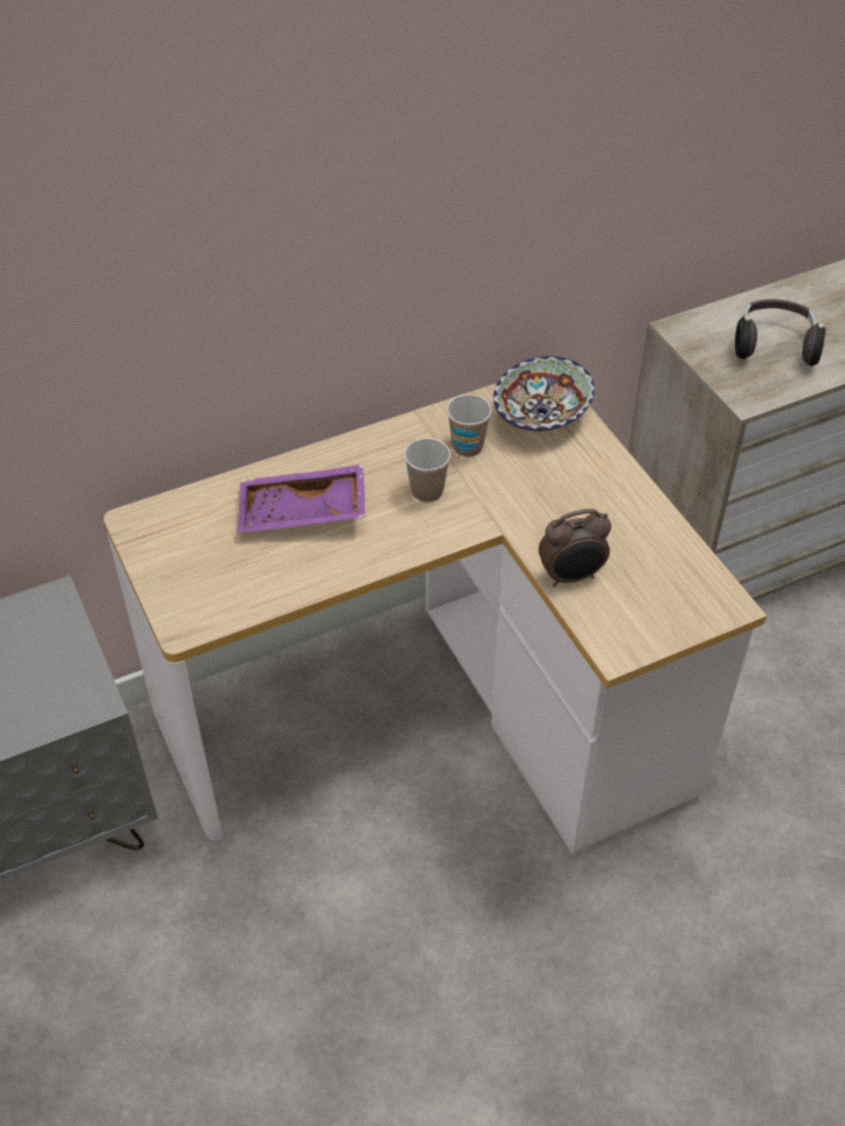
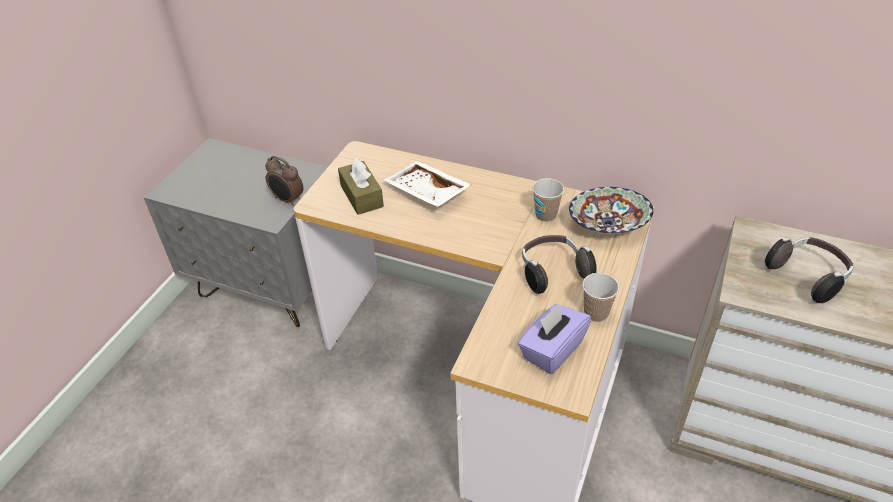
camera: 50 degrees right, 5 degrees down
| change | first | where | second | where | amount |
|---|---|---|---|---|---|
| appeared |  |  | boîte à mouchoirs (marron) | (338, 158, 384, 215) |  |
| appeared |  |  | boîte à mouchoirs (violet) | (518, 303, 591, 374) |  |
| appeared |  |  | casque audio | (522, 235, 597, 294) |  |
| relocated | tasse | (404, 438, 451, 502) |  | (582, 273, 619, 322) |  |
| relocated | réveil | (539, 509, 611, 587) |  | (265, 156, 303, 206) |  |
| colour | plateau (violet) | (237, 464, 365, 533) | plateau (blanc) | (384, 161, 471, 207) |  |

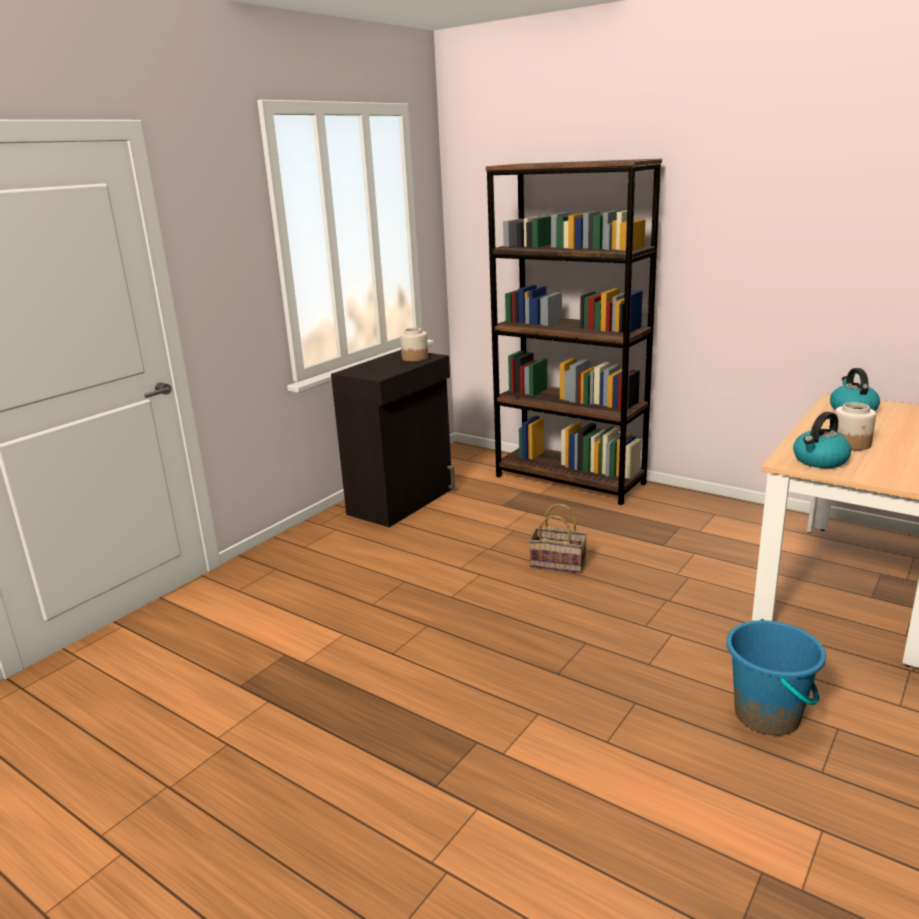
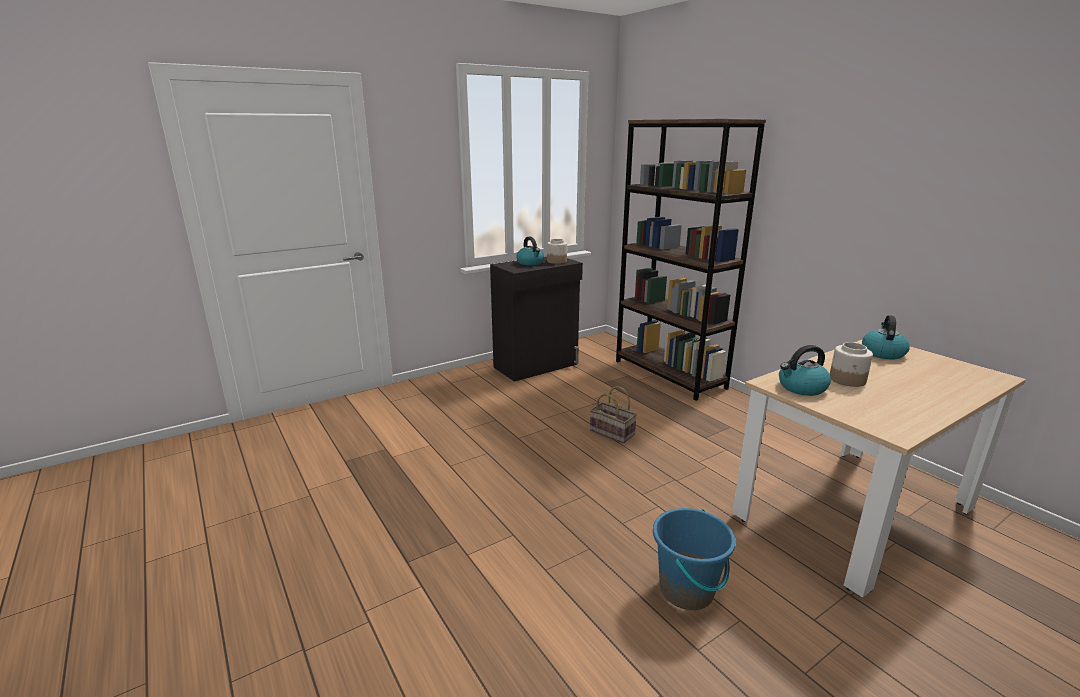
camera: 20 degrees right, 0 degrees up
| change | first | where | second | where | amount |
|---|---|---|---|---|---|
| appeared |  |  | bouilloire | (516, 237, 544, 266) |  |

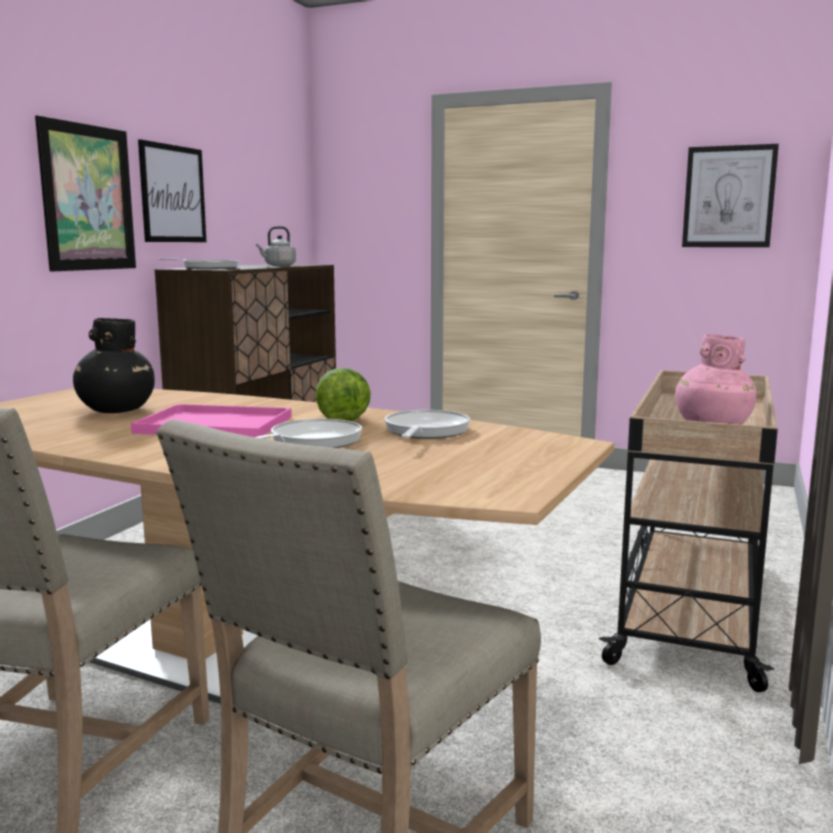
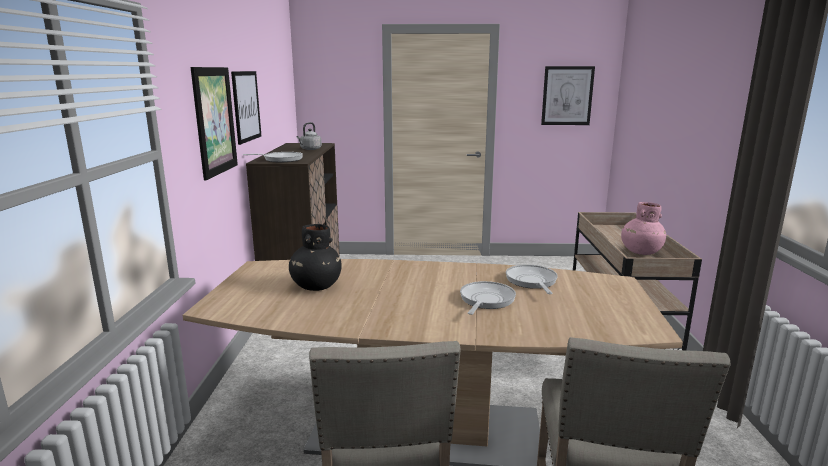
camera: 20 degrees left, 5 degrees up
| change | first | where | second | where | amount |
|---|---|---|---|---|---|
| missing | plateau (rose) | (131, 404, 292, 437) |  |  |  |
| missing | laitue | (316, 368, 371, 421) |  |  |  |

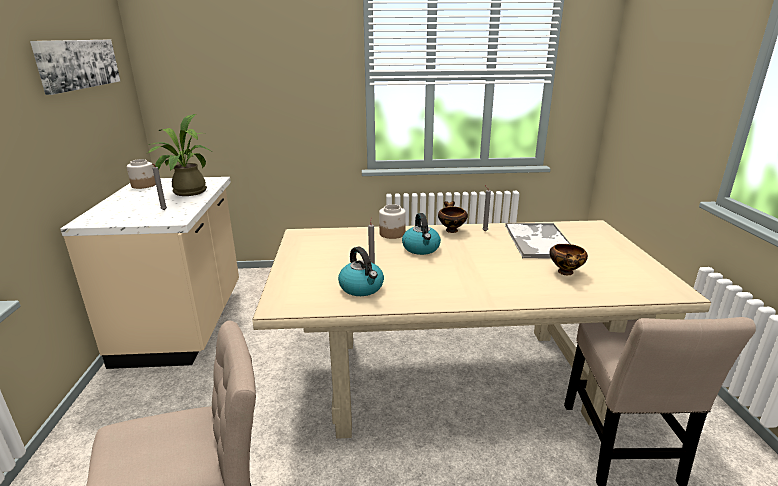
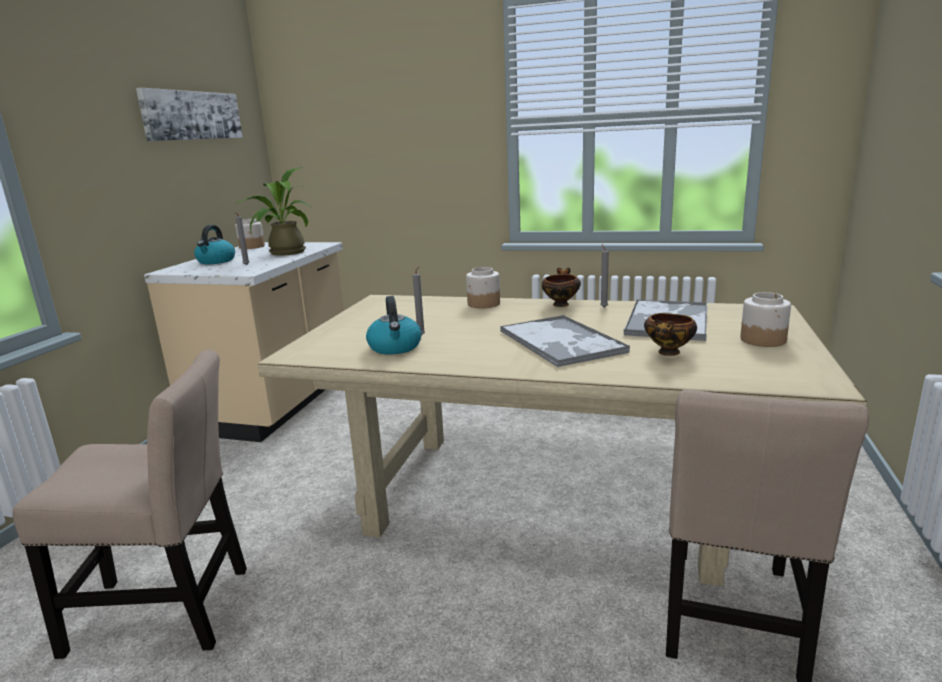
camera: 20 degrees right, 5 degrees down
| change | first | where | second | where | amount |
|---|---|---|---|---|---|
| appeared |  |  | plateau | (500, 315, 630, 367) |  |
| appeared |  |  | bocal | (740, 292, 791, 347) |  |
| relocated | bouilloire | (402, 213, 441, 255) |  | (194, 225, 235, 264) |  |

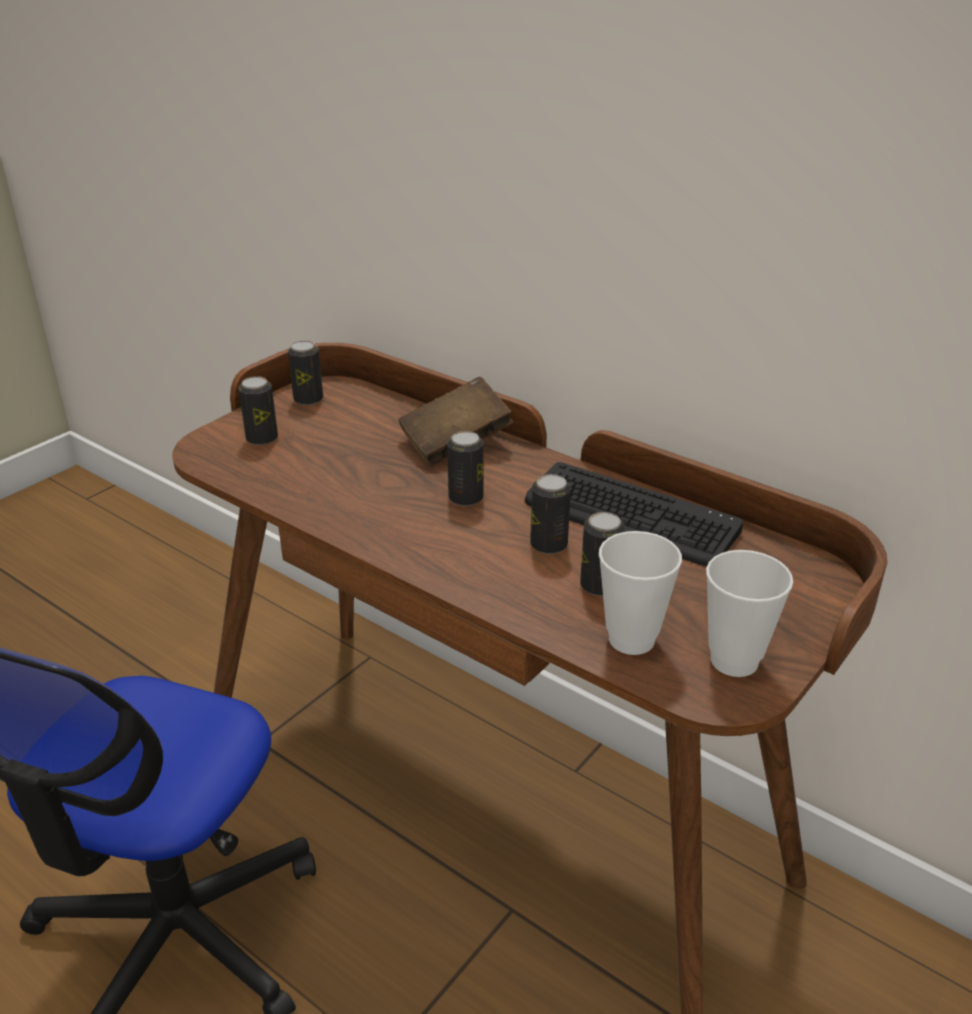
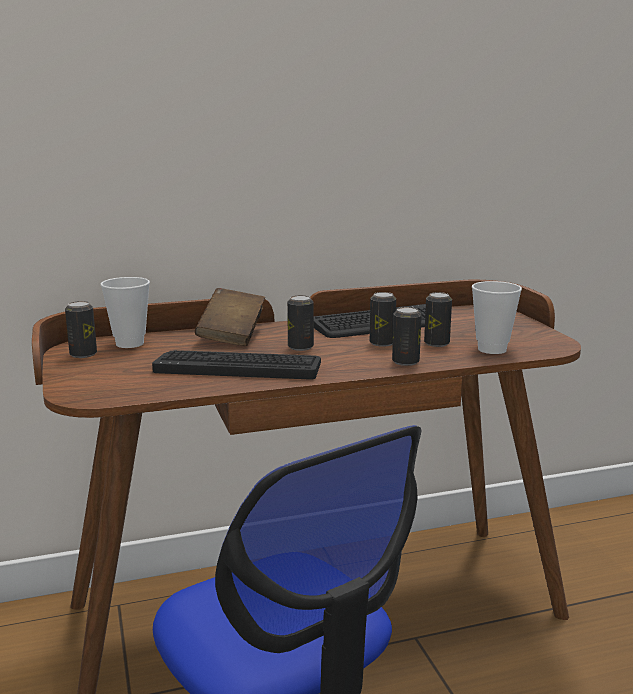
camera: 55 degrees left, 15 degrees down
| change | first | where | second | where | amount |
|---|---|---|---|---|---|
| appeared |  |  | clavier | (152, 350, 321, 379) |  |
| relocated | boîte métallique | (238, 376, 278, 445) |  | (392, 307, 421, 366) |  |
| relocated | tasse | (706, 550, 793, 677) |  | (101, 277, 150, 348) |  |

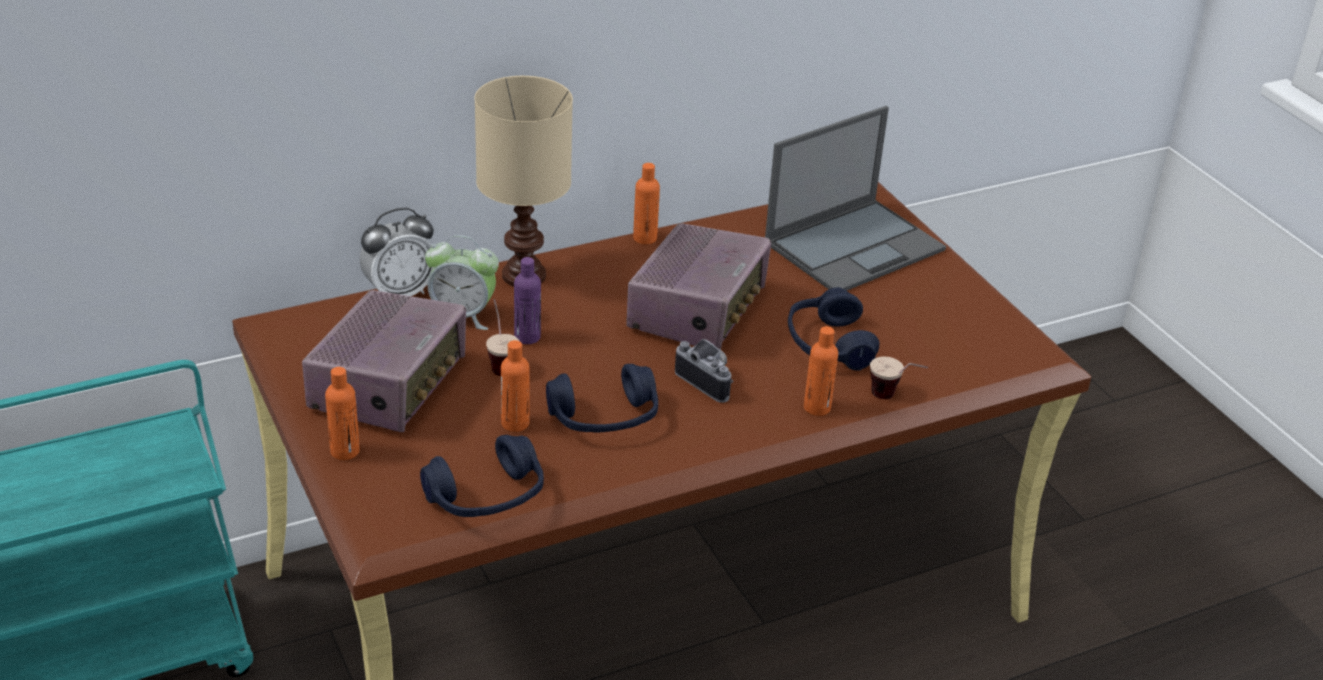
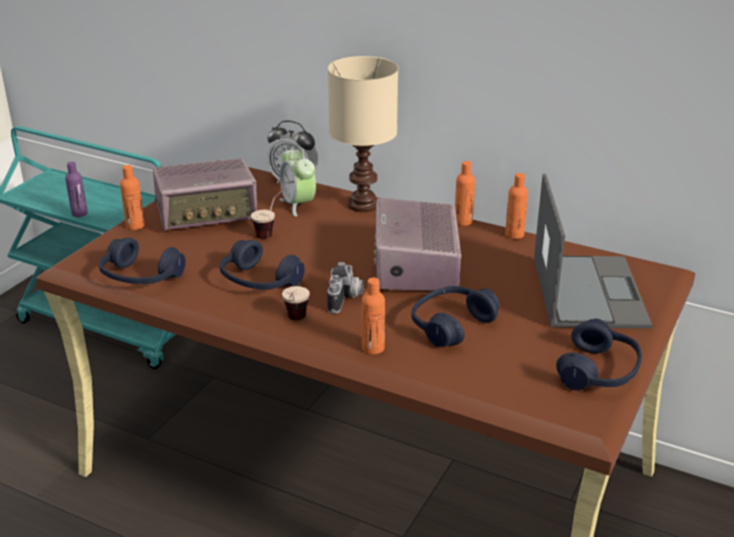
camera: 55 degrees right, 5 degrees down
| change | first | where | second | where | amount |
|---|---|---|---|---|---|
| appeared |  |  | casque audio (bleu) | (556, 318, 642, 390) |  |
| relocated | bouteille (orange) | (501, 340, 529, 432) |  | (505, 173, 528, 239) |  |
| relocated | bouteille (violet) | (514, 257, 541, 344) |  | (65, 162, 88, 217) |  |
| relocated | tasse | (870, 357, 928, 399) |  | (282, 286, 310, 320) |  |
| spun | radio | (626, 223, 771, 350) |  | (374, 198, 462, 291) | 105 degrees clockwise |
| spun | ordinateur portable | (765, 106, 946, 290) |  | (534, 174, 652, 329) | 105 degrees counterclockwise |

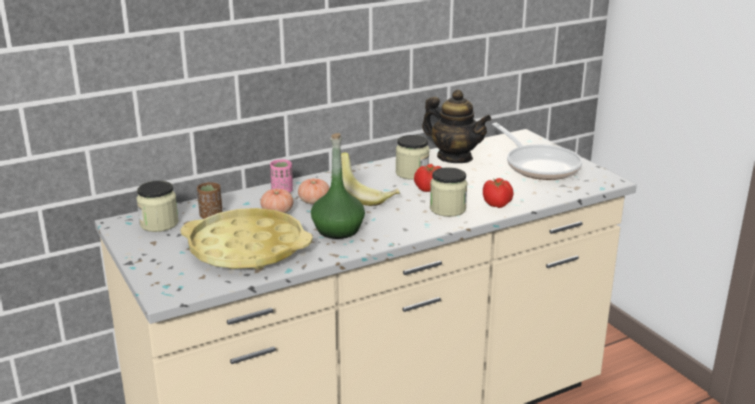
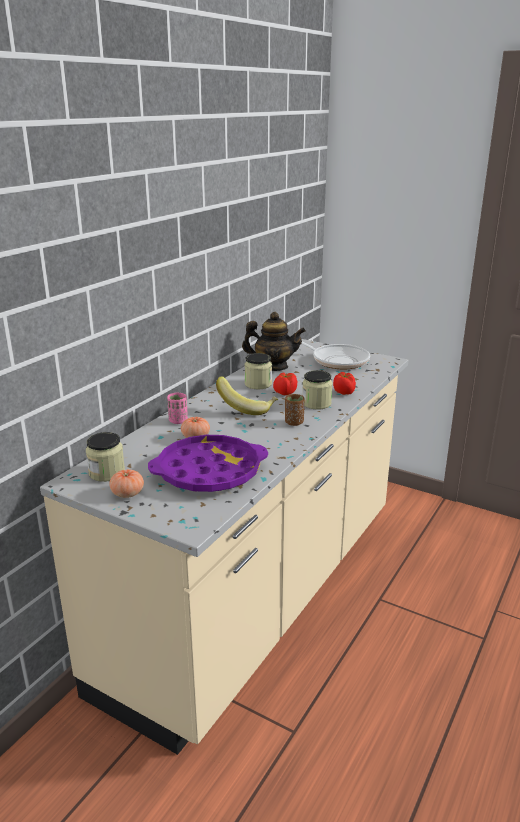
camera: 30 degrees left, 0 degrees up
| change | first | where | second | where | amount |
|---|---|---|---|---|---|
| missing | bouteille (vert) | (311, 133, 365, 239) |  |  |  |
| relocated | tasse (marron) | (197, 182, 222, 219) |  | (285, 394, 305, 426) |  |
| relocated | tomate | (298, 178, 330, 204) |  | (109, 469, 144, 498) |  |
| colour | plateau (jaune) | (180, 208, 313, 269) | plateau (violet) | (148, 435, 268, 492) |  |

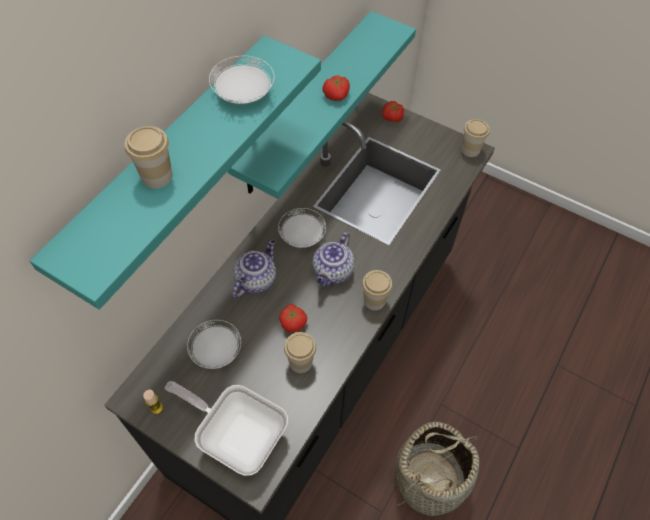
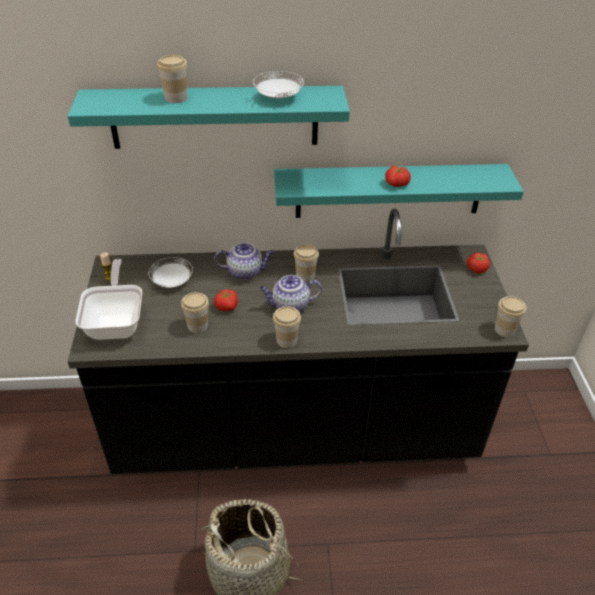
camera: 55 degrees right, 15 degrees down
| change | first | where | second | where | amount |
|---|---|---|---|---|---|
| exchanged | assiette (blanc) | (278, 208, 326, 248) | tasse | (293, 244, 319, 282) |  |

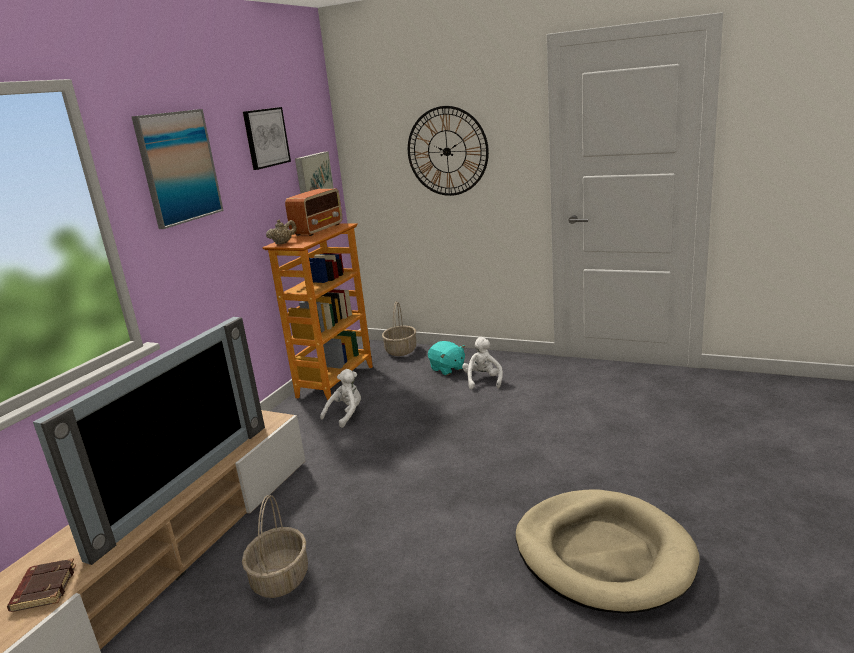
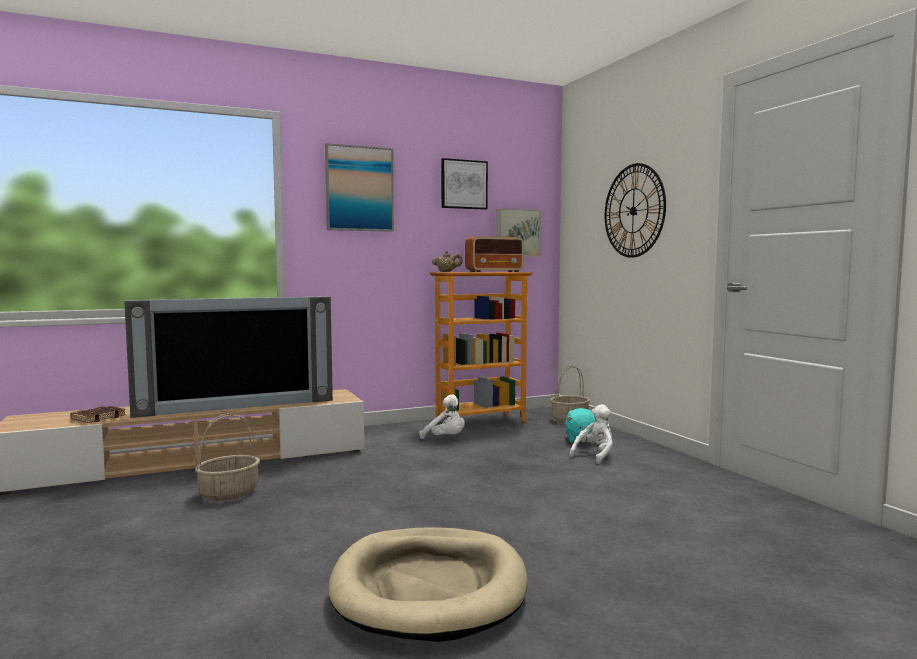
camera: 40 degrees right, 15 degrees down
| change | first | where | second | where | amount |
|---|---|---|---|---|---|
| spun | peluche (blanc) | (320, 369, 361, 428) |  | (419, 394, 465, 439) | 45 degrees clockwise |

